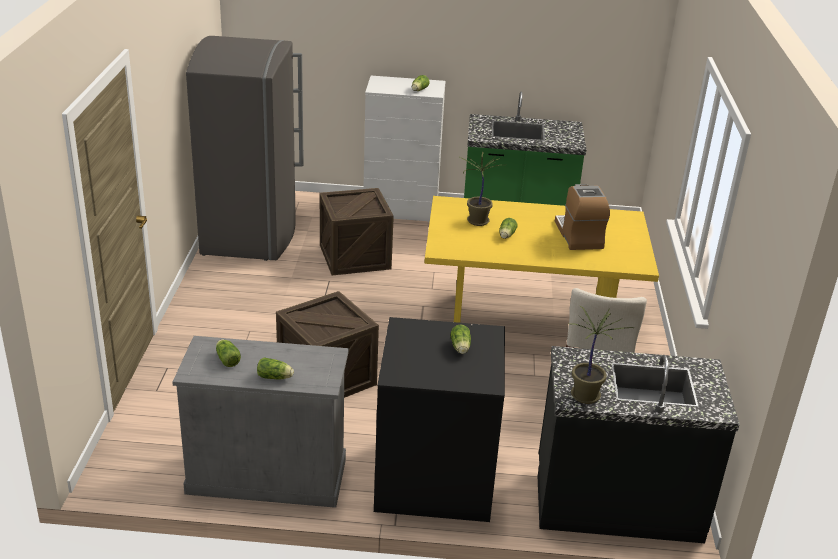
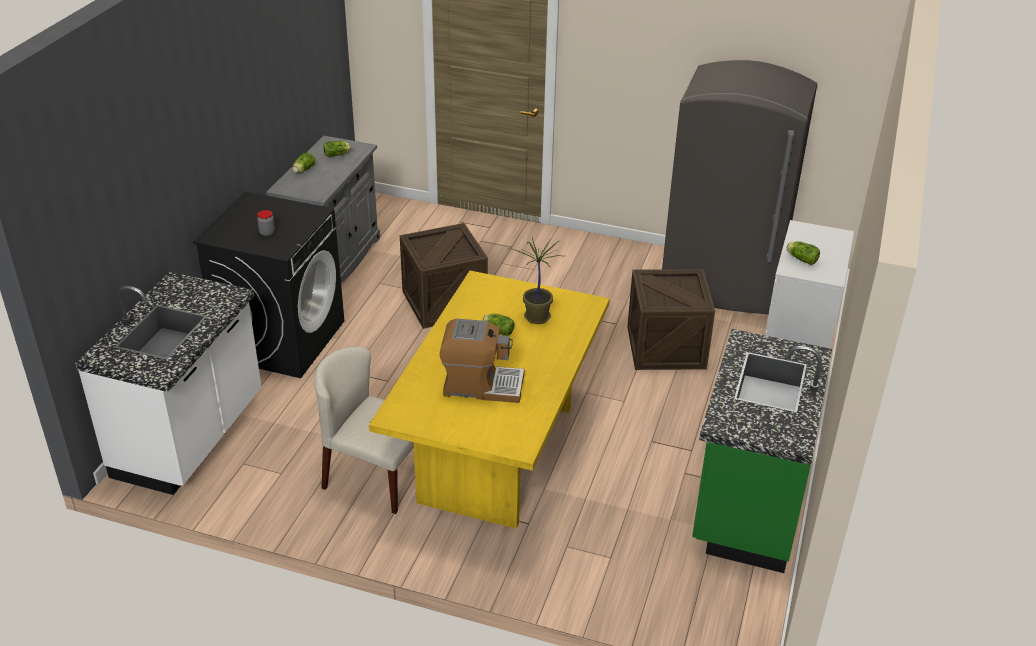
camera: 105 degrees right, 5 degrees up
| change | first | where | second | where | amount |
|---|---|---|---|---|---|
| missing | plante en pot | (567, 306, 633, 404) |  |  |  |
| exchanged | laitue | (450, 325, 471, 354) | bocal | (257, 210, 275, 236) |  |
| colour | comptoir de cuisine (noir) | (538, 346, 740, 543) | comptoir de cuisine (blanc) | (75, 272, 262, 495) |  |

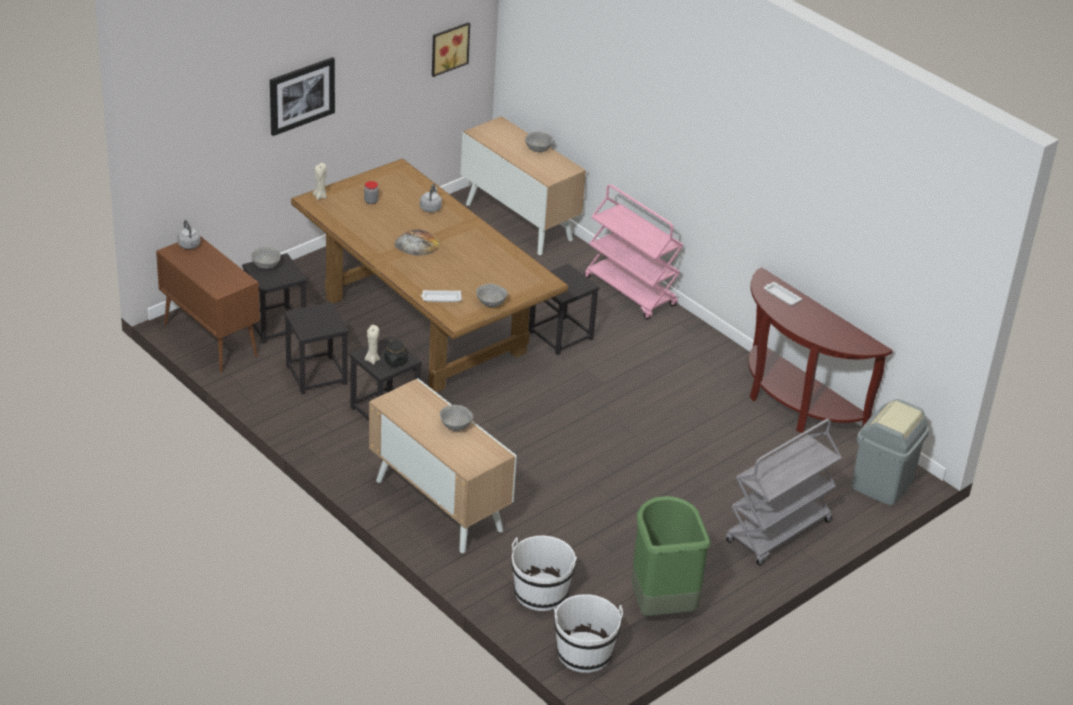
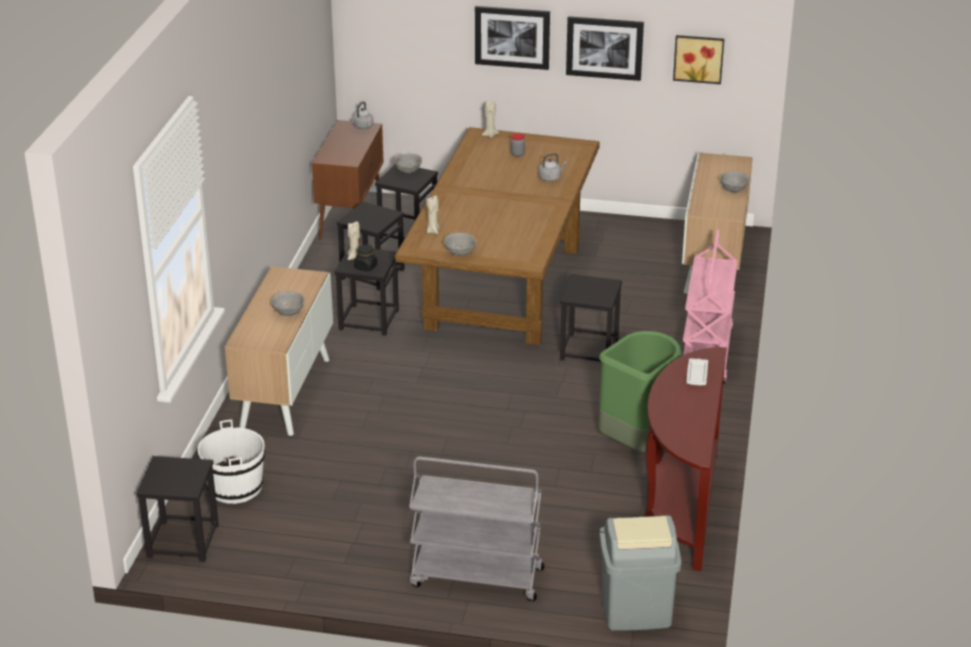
camera: 55 degrees right, 5 degrees down
| change | first | where | second | where | amount |
|---|---|---|---|---|---|
| missing | pain | (394, 229, 440, 256) |  |  |  |
| appeared |  |  | tableau | (566, 16, 644, 81) |  |
| relocated | poubelle (vert) | (632, 496, 711, 616) |  | (599, 331, 682, 453) |  |
| exchanged | plateau (blanc) | (421, 290, 462, 302) | bougie (beige) | (426, 195, 440, 234) |  |
| exchanged | seau (blanc) | (554, 594, 623, 673) | tabouret (noir) | (137, 456, 219, 562) |  |

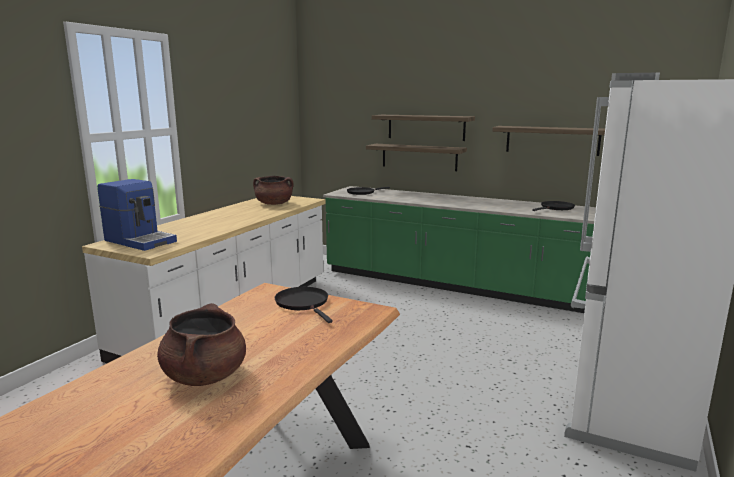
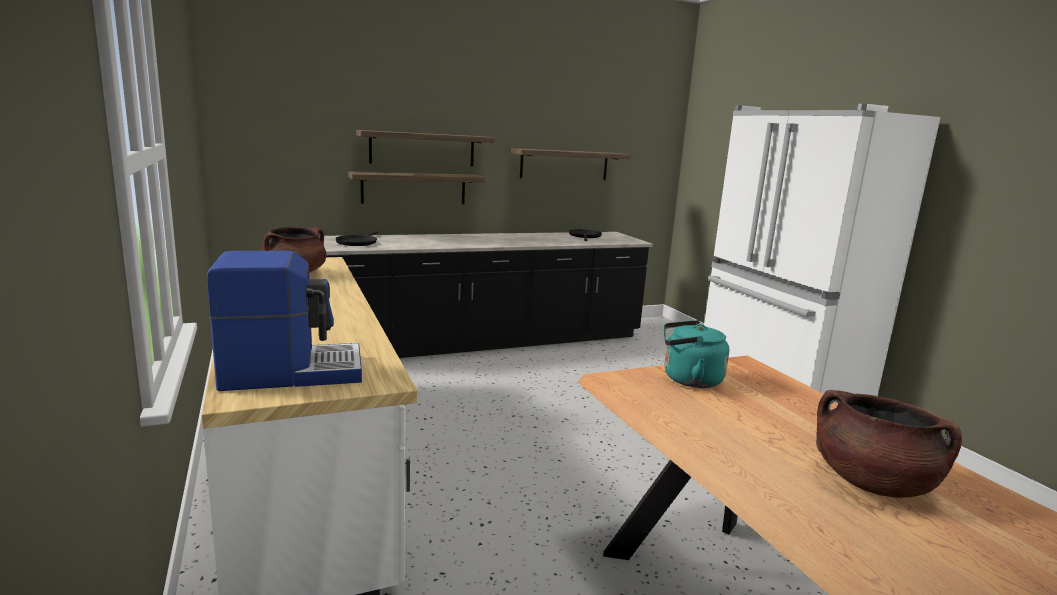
camera: 50 degrees left, 0 degrees up
| change | first | where | second | where | amount |
|---|---|---|---|---|---|
| exchanged | poêle (noir) | (275, 287, 333, 323) | bouilloire (turquoise) | (664, 320, 729, 388) |  |
| colour | comptoir de cuisine (vert) | (323, 186, 596, 313) | comptoir de cuisine (noir) | (318, 232, 653, 358) |  |

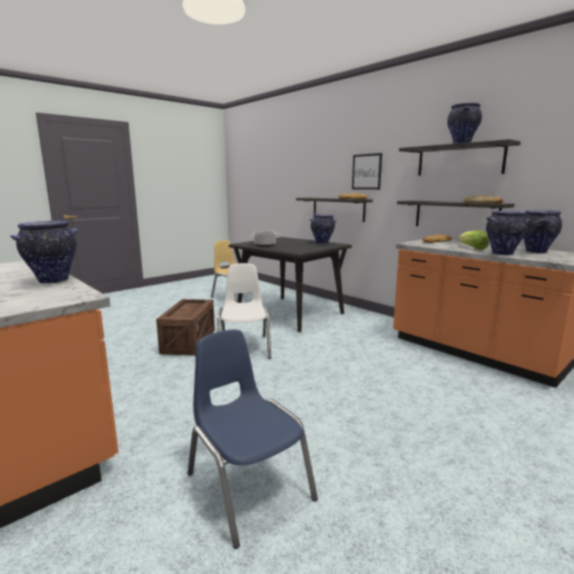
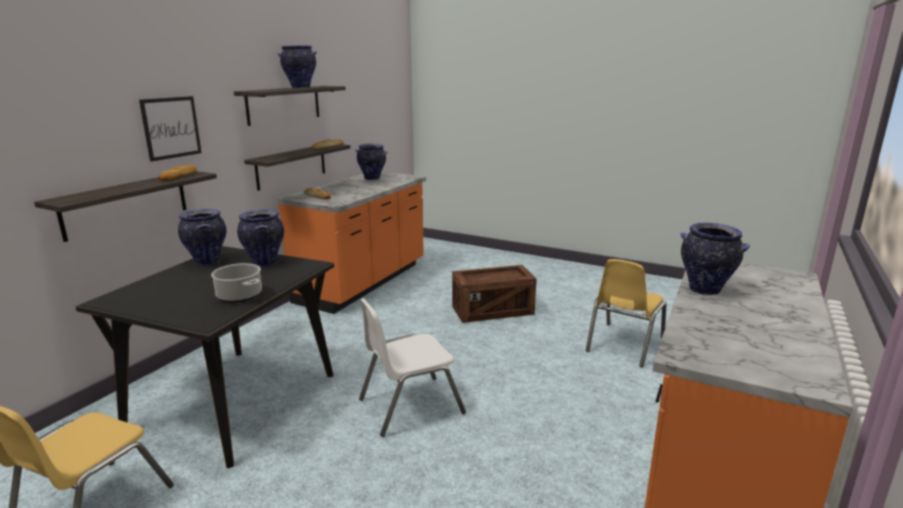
camera: 110 degrees left, 5 degrees up
| change | first | where | second | where | amount |
|---|---|---|---|---|---|
| missing | laitue | (458, 230, 489, 250) |  |  |  |
| relocated | caisse | (156, 299, 215, 356) |  | (452, 265, 537, 323) |  |
| relocated | vase | (486, 211, 529, 255) |  | (237, 210, 284, 266) |  |
| colour | chaise (bleu) | (187, 329, 318, 549) | chaise (jaune) | (586, 259, 666, 367) |  |

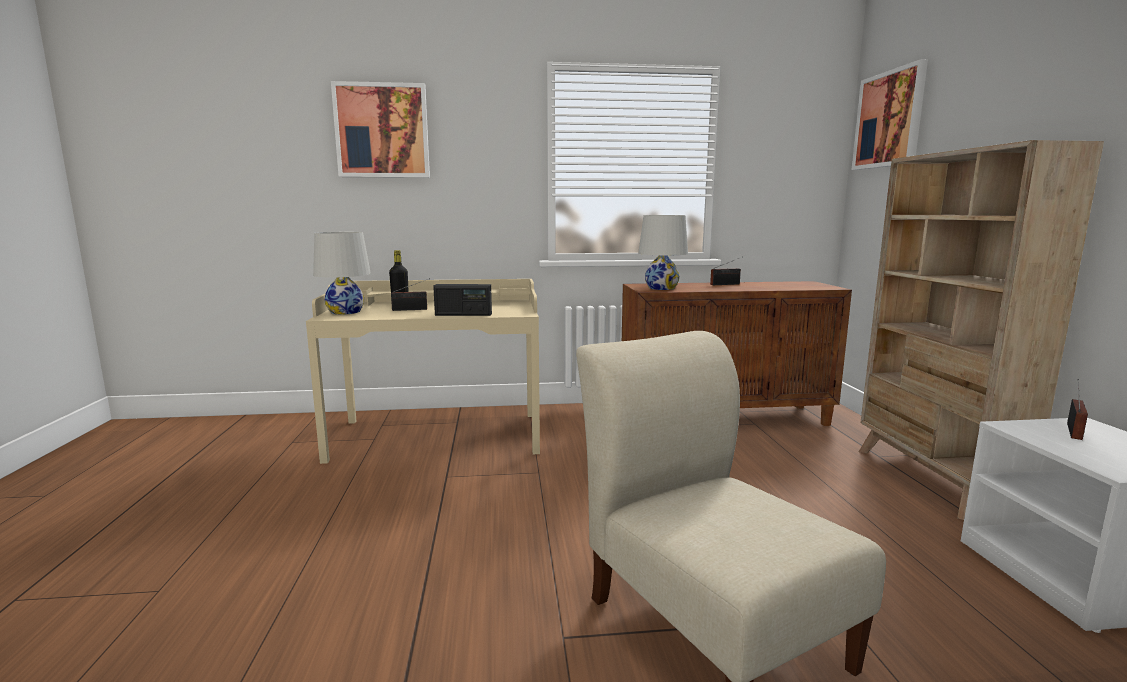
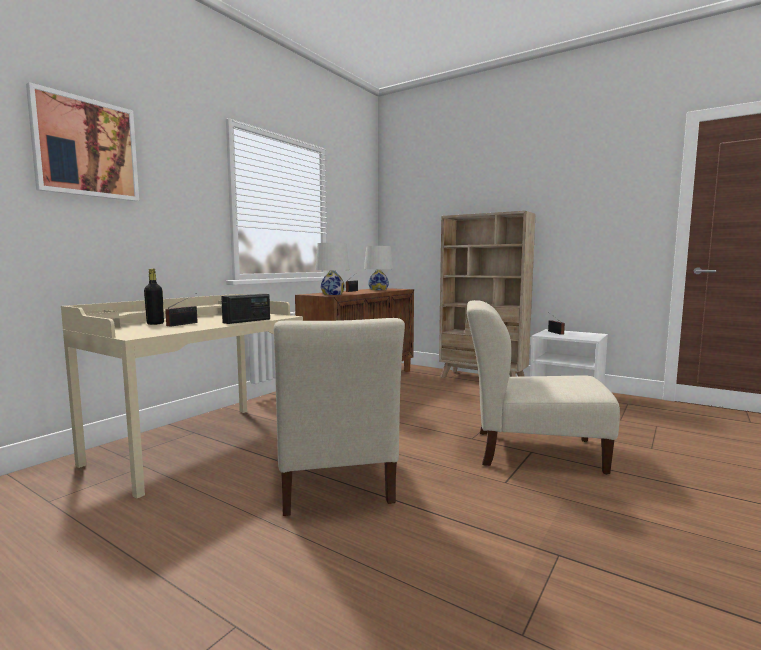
camera: 50 degrees left, 5 degrees down
| change | first | where | second | where | amount |
|---|---|---|---|---|---|
| missing | tableau | (851, 59, 928, 170) |  |  |  |
| appeared |  |  | chaise (beige) | (274, 318, 405, 516) |  |
| relocated | lampe de table (blanc) | (313, 232, 371, 315) |  | (364, 246, 393, 290) |  |

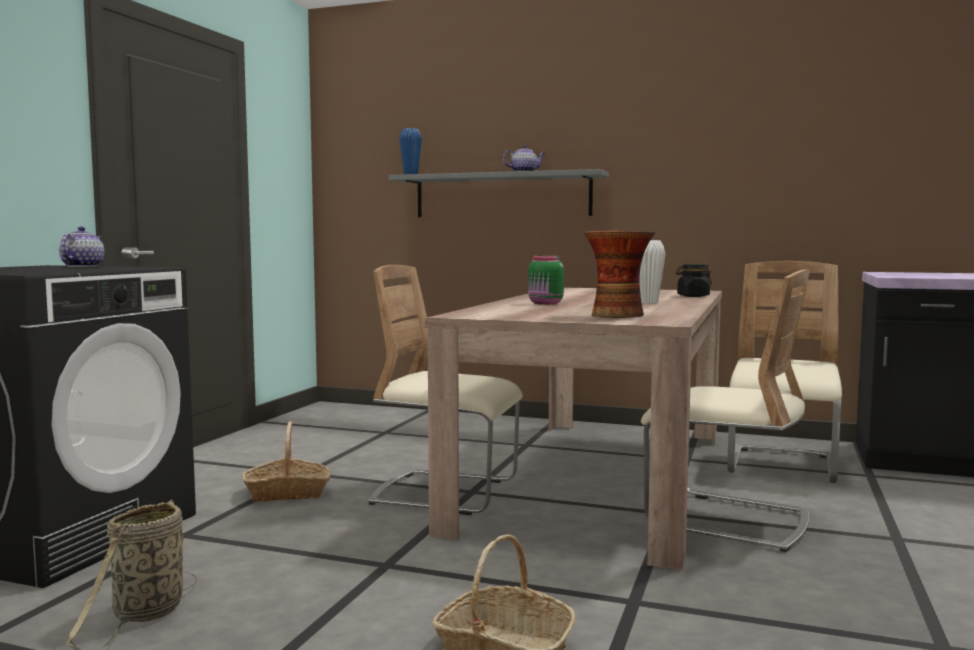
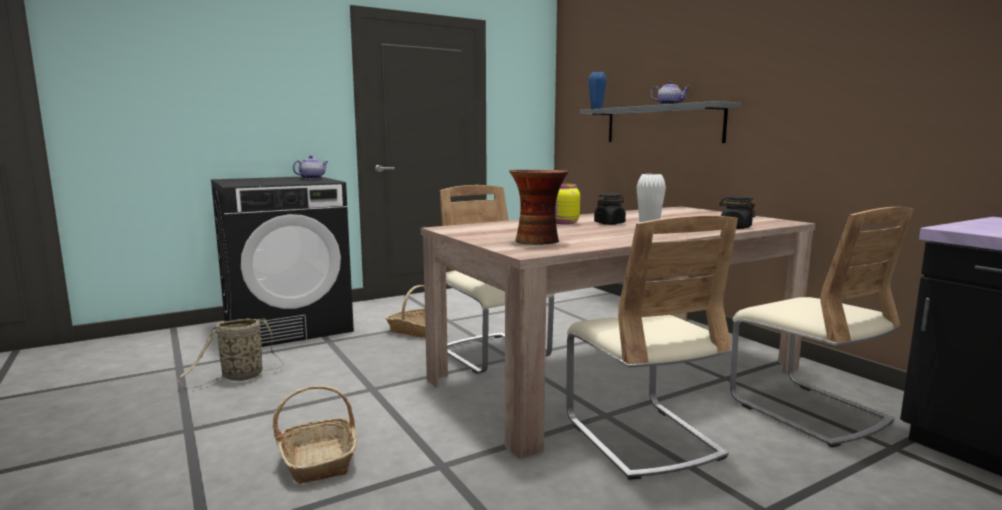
camera: 40 degrees right, 5 degrees up
| change | first | where | second | where | amount |
|---|---|---|---|---|---|
| appeared |  |  | bocal (noir) | (594, 193, 626, 225) |  |
| colour | bocal (vert) | (528, 255, 564, 305) | bocal (jaune) | (555, 183, 580, 225) |  |
| spun | chaise (beige) | (727, 261, 842, 483) |  | (730, 207, 914, 447) | 90 degrees clockwise |

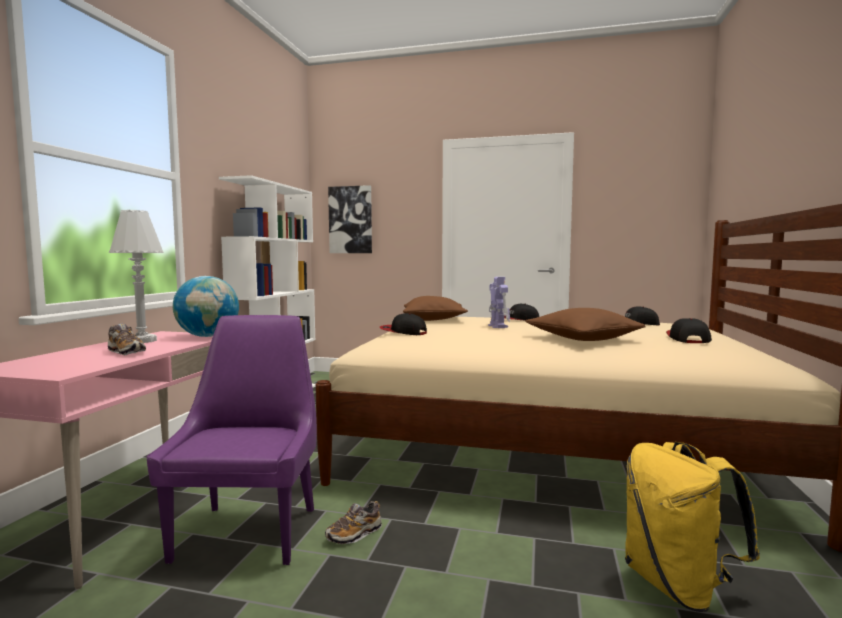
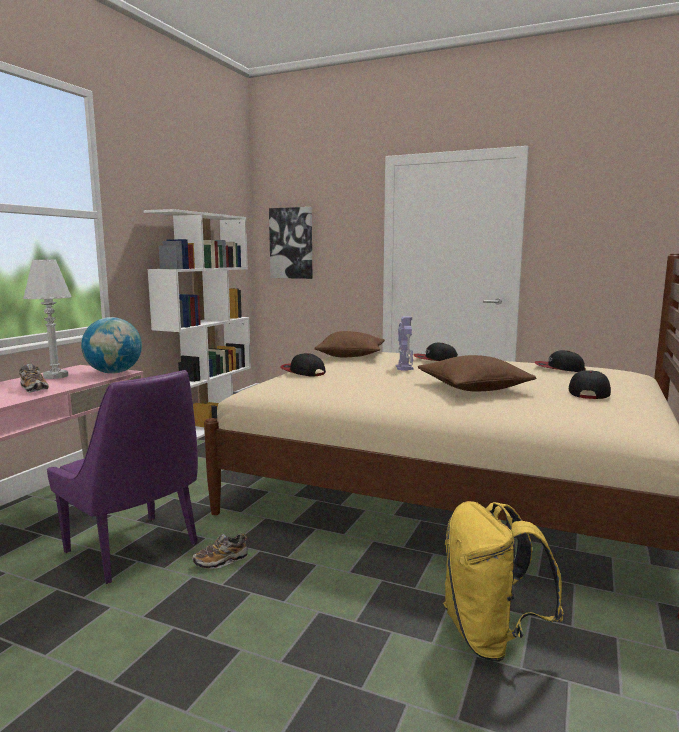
camera: 10 degrees right, 5 degrees up
| change | first | where | second | where | amount |
|---|---|---|---|---|---|
| spun | chaise (violet) | (147, 315, 317, 565) |  | (47, 370, 198, 584) | 120 degrees clockwise |

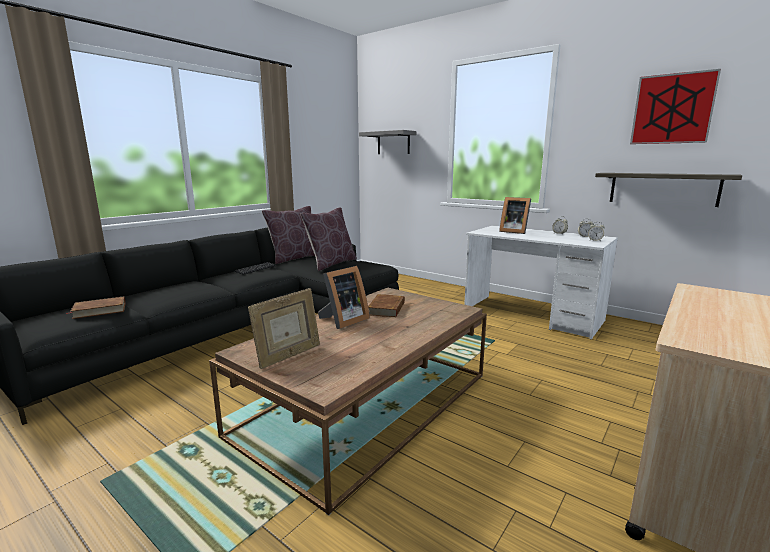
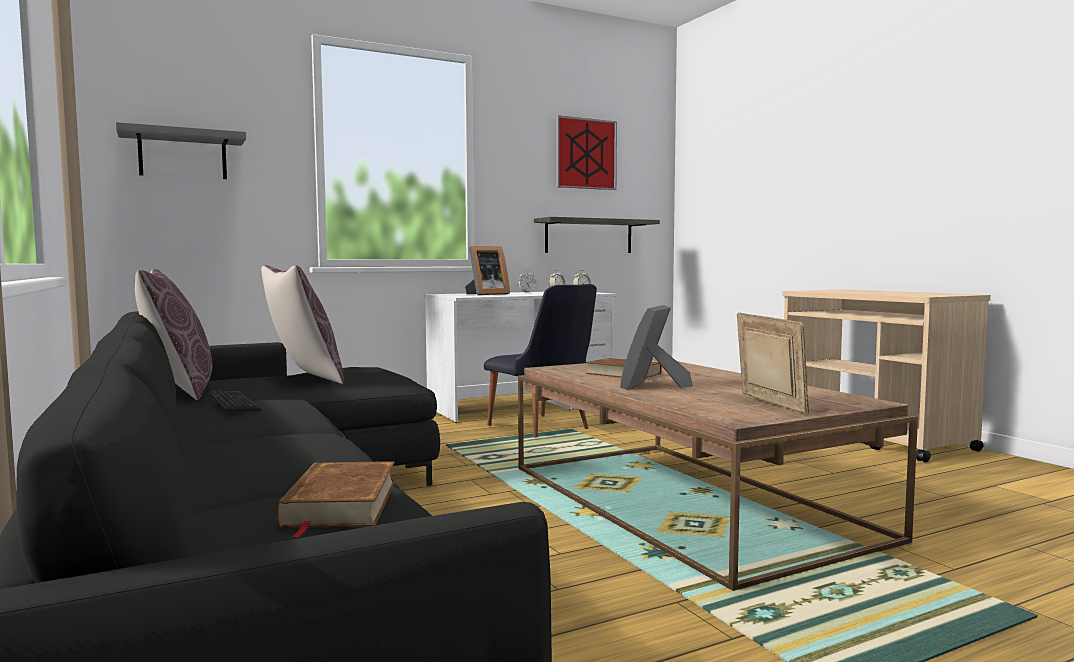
camera: 65 degrees left, 10 degrees down
| change | first | where | second | where | amount |
|---|---|---|---|---|---|
| appeared |  |  | chaise (noir) | (484, 284, 597, 437) |  |
| spun | cadre photo | (318, 266, 370, 329) |  | (620, 305, 693, 390) | 135 degrees counterclockwise |

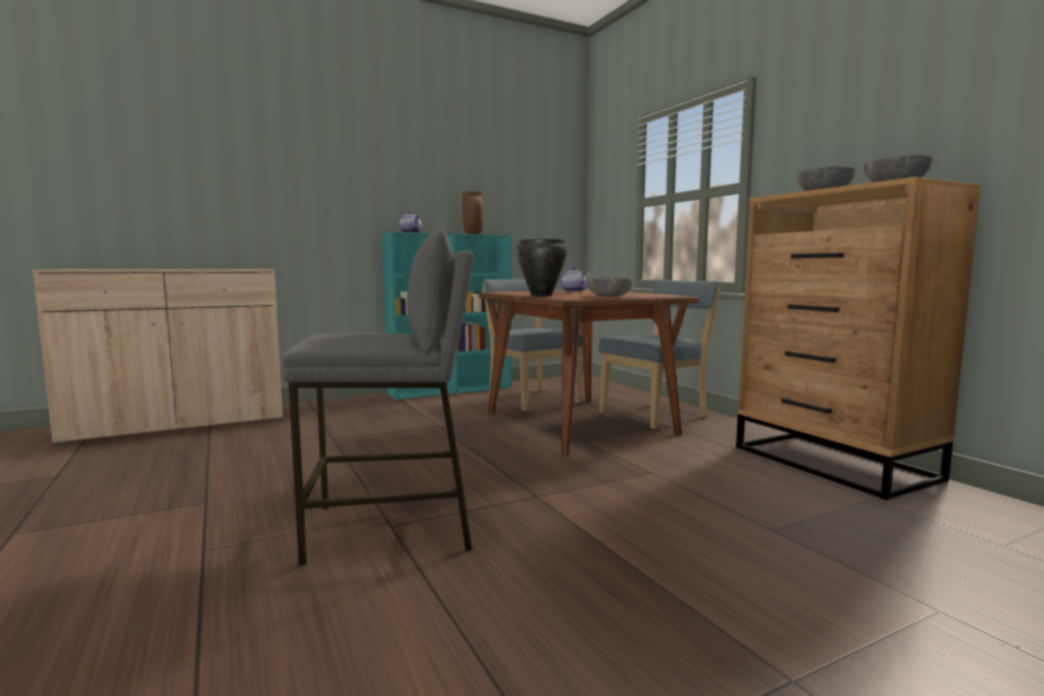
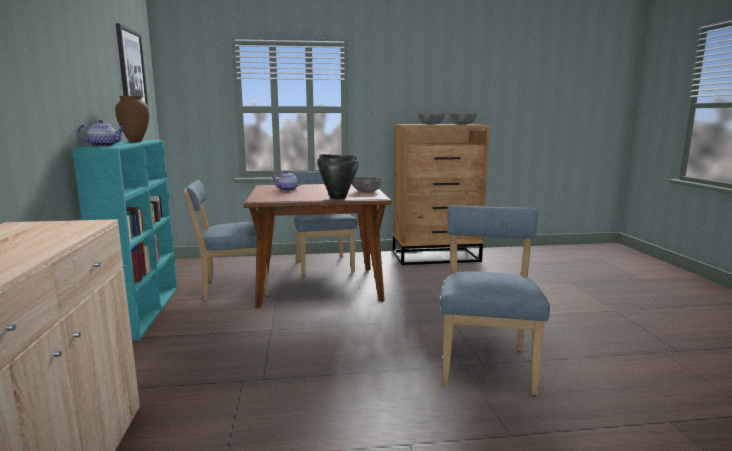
camera: 70 degrees left, 5 degrees up
| change | first | where | second | where | amount |
|---|---|---|---|---|---|
| appeared |  |  | tableau | (116, 23, 148, 106) |  |
| exchanged | tabouret (gris) | (282, 230, 474, 566) | chaise (bleu) | (440, 205, 550, 395) |  |

